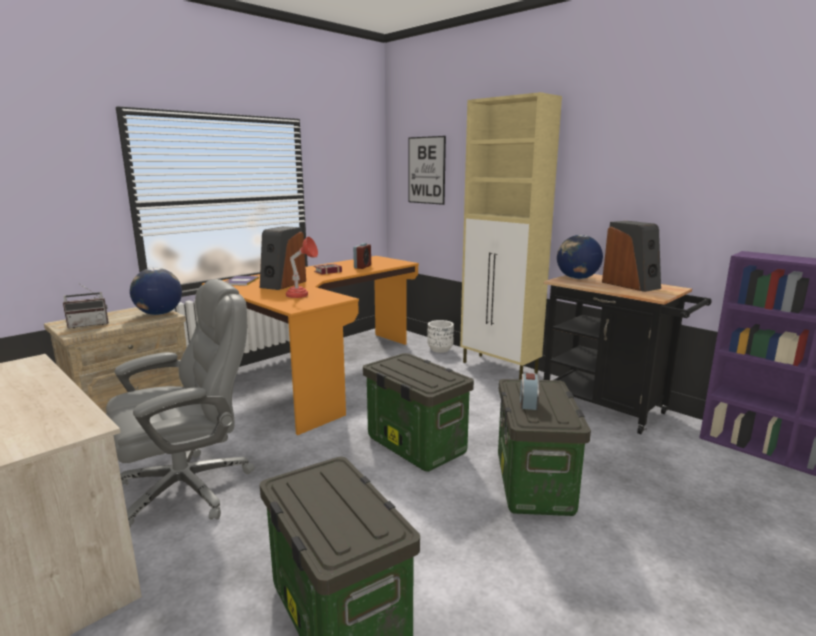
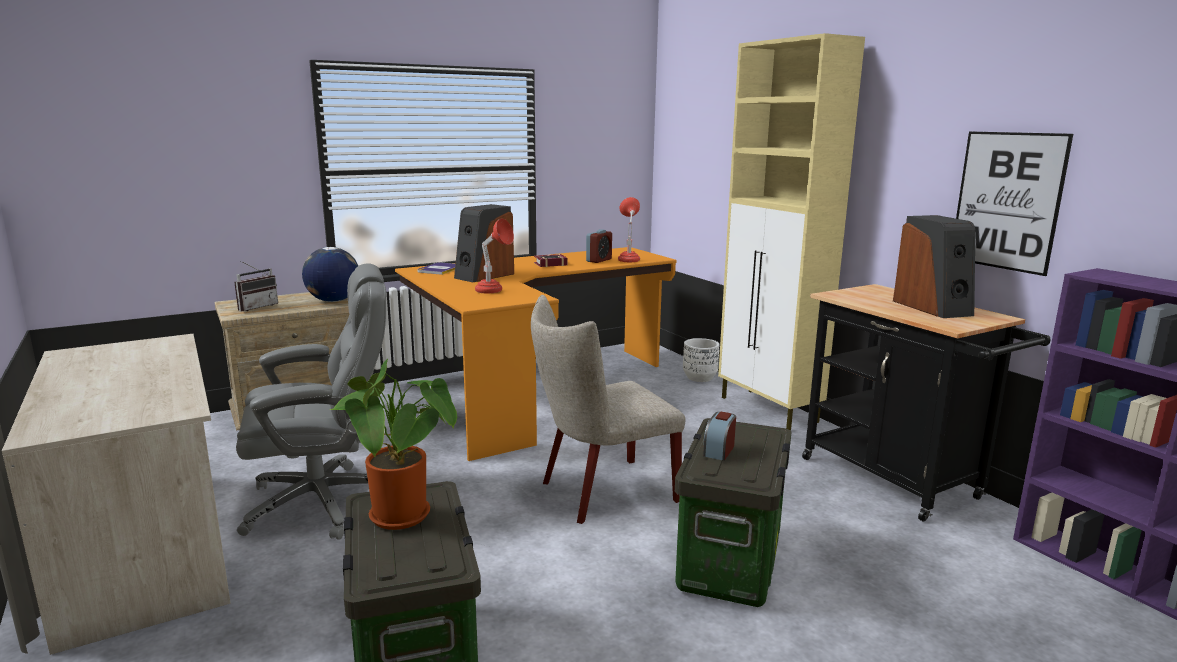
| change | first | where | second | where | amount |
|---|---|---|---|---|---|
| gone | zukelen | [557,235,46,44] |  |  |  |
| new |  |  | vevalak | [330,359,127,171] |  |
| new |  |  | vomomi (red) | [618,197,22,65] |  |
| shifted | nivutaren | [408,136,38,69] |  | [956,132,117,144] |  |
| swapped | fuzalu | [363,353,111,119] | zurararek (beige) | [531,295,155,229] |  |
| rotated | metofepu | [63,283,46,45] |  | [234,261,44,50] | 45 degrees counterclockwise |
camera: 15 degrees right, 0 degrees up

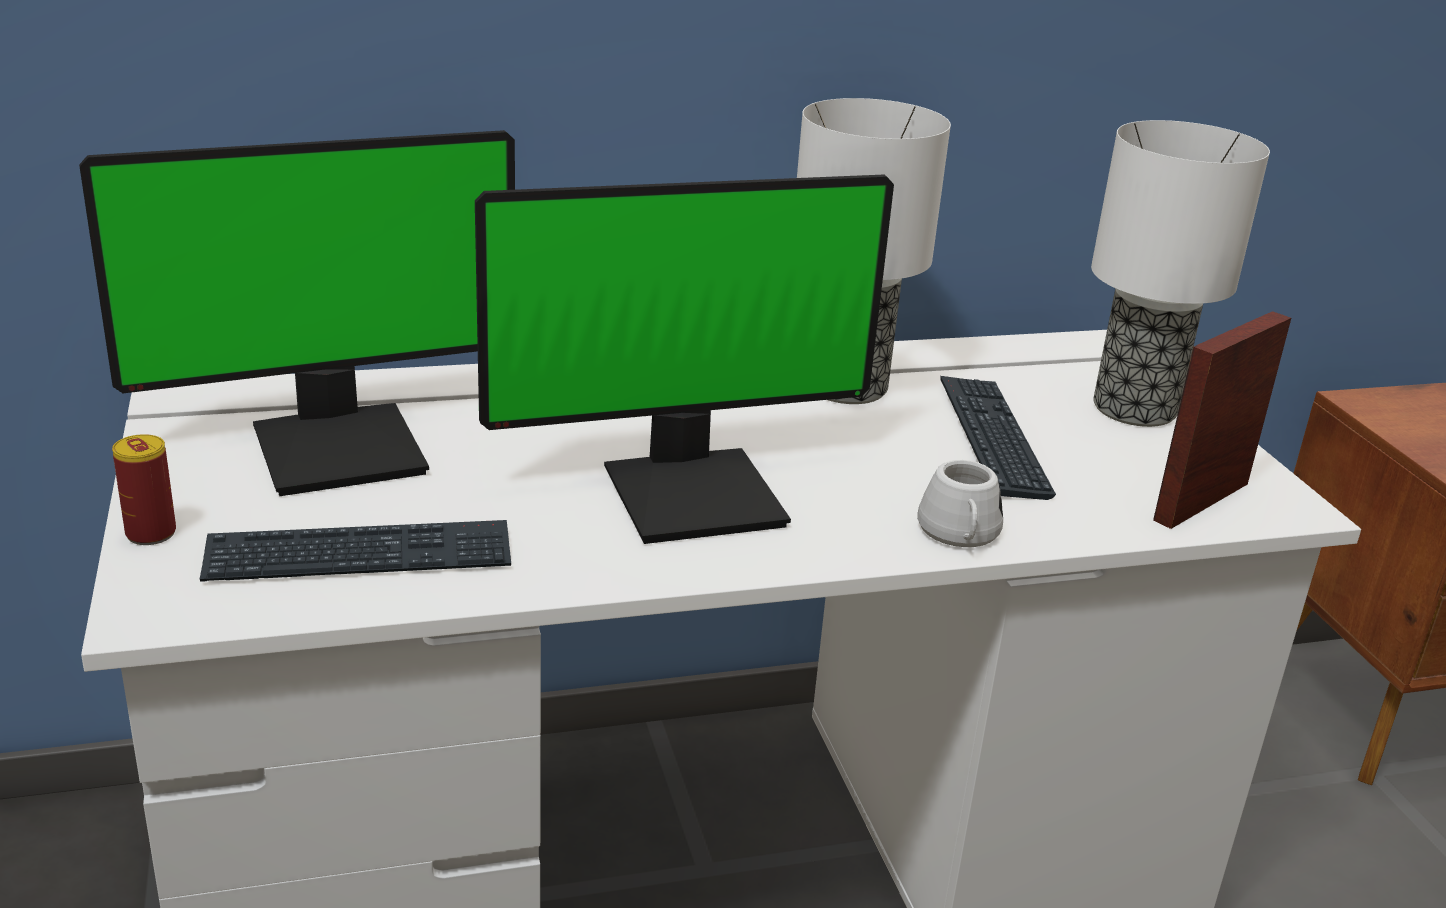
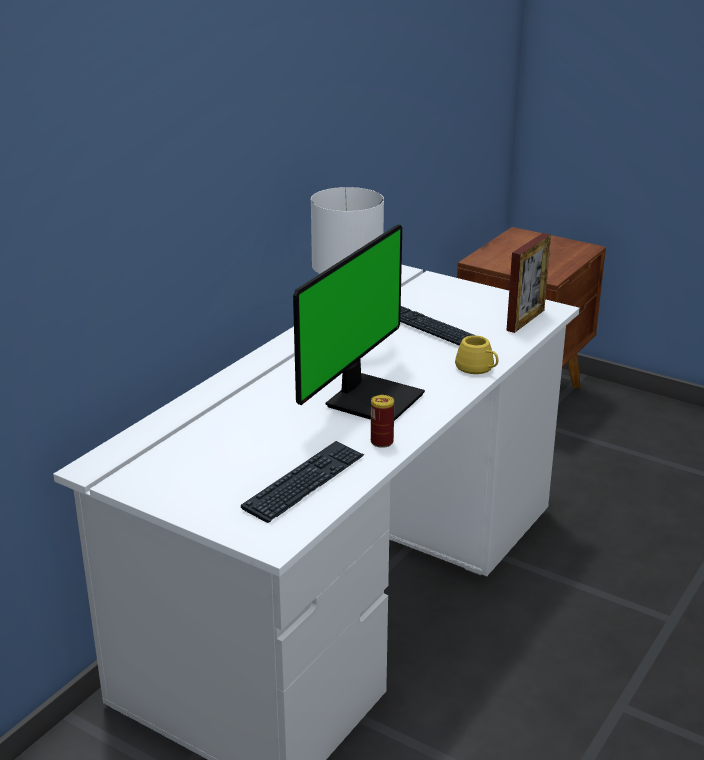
| change | first | where | second | where | amount |
|---|---|---|---|---|---|
| gone | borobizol | [79,130,436,366] |  |  |  |
| gone | vomomi | [1091,120,179,307] |  |  |  |
| shifted | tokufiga | [112,434,64,111] |  | [371,395,23,53] |  |
| repainted | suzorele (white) | [917,460,86,87] | suzorele (yellow) | [455,335,43,39] |  |
| rotated | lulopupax | [1153,311,138,218] |  | [506,233,45,100] | 150 degrees counterclockwise |
camera: 40 degrees left, 0 degrees up

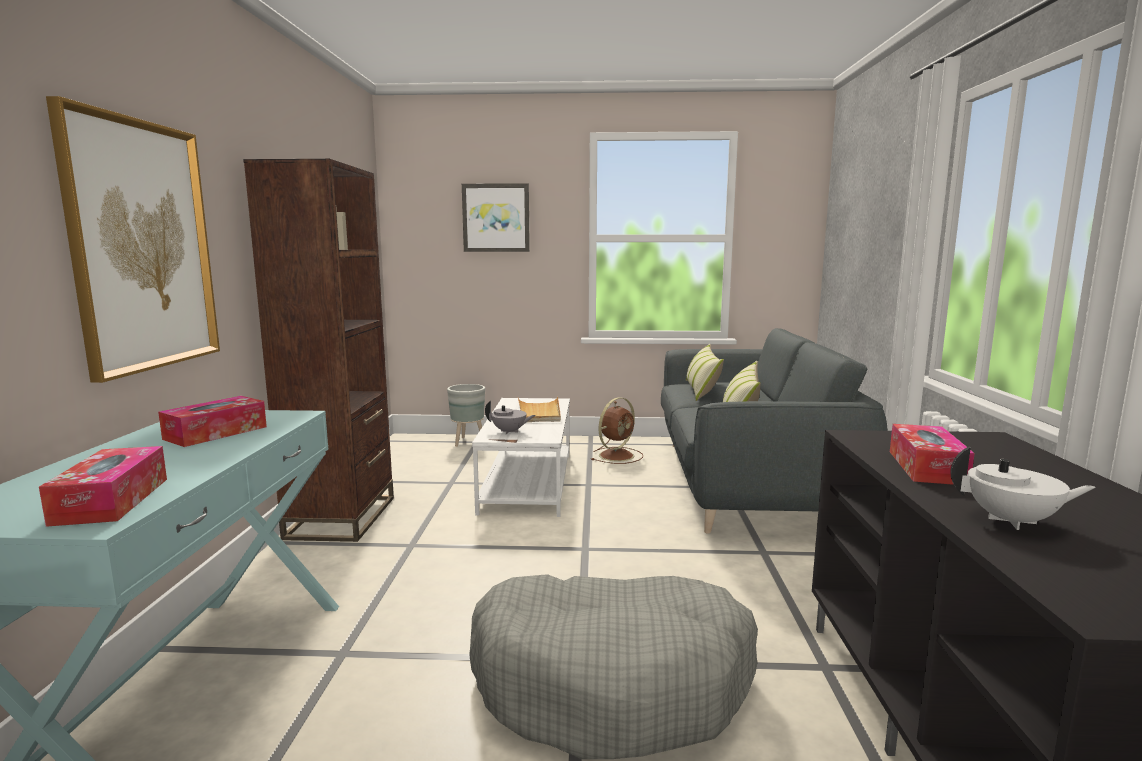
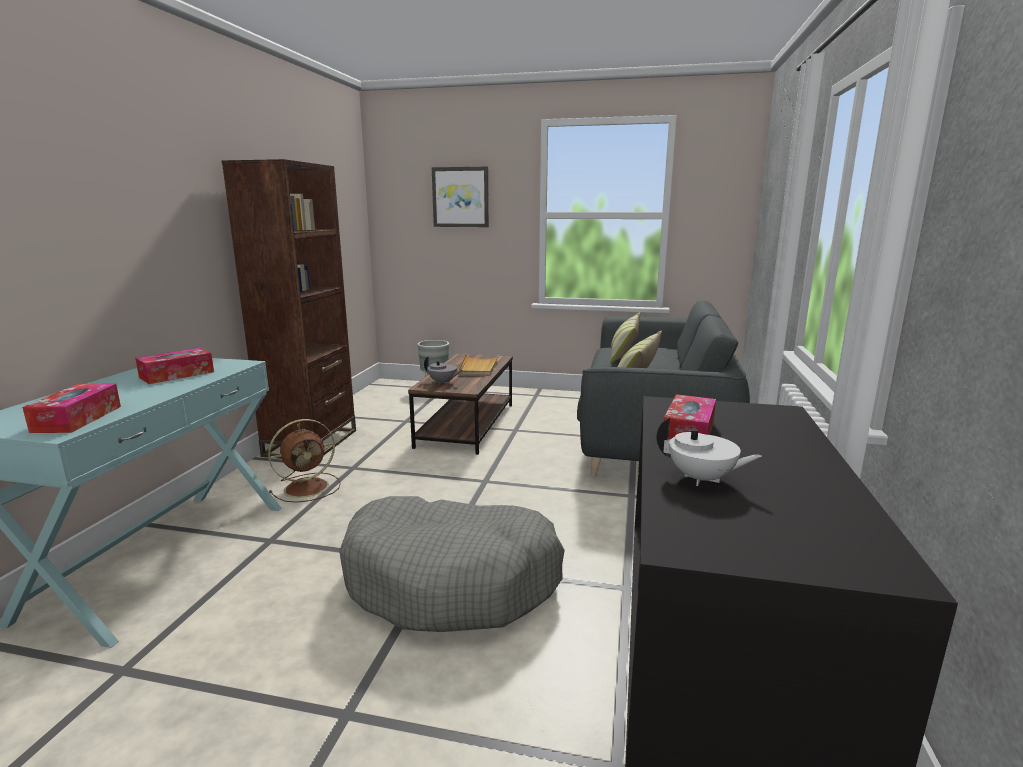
| change | first | where | second | where | amount |
|---|---|---|---|---|---|
| gone | nivutaren | [46,96,174,287] |  |  |  |
| shifted | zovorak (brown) | [591,397,52,67] |  | [268,419,73,84] |  |
| repainted | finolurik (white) | [472,398,98,119] | finolurik (brown) | [408,353,105,102] |  |
camera: 10 degrees right, 5 degrees up

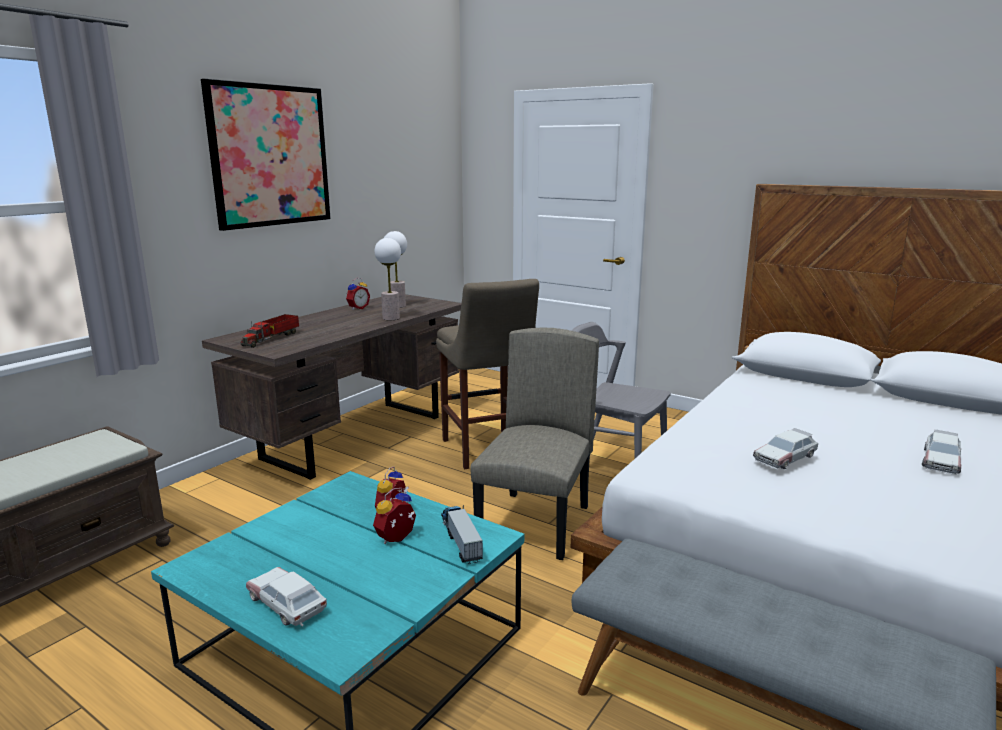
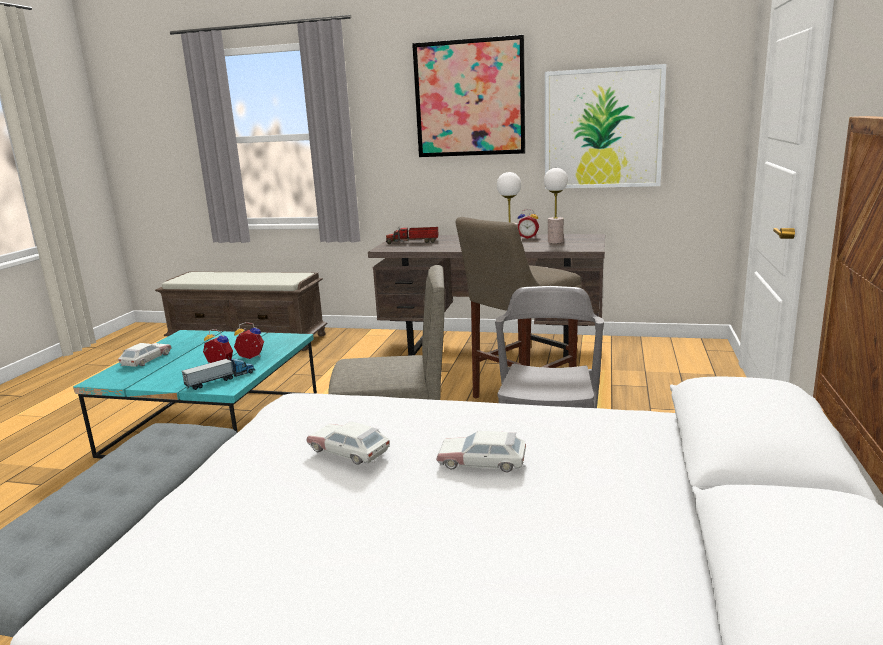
| change | first | where | second | where | amount |
|---|---|---|---|---|---|
| new |  |  | nivutaren | [545,64,121,125] |  |
| shifted | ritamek | [922,430,39,45] |  | [436,431,90,41] |  |
camera: 70 degrees right, 0 degrees up

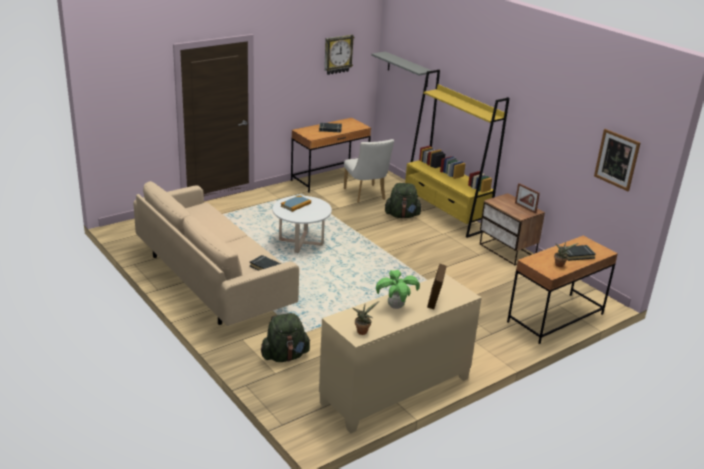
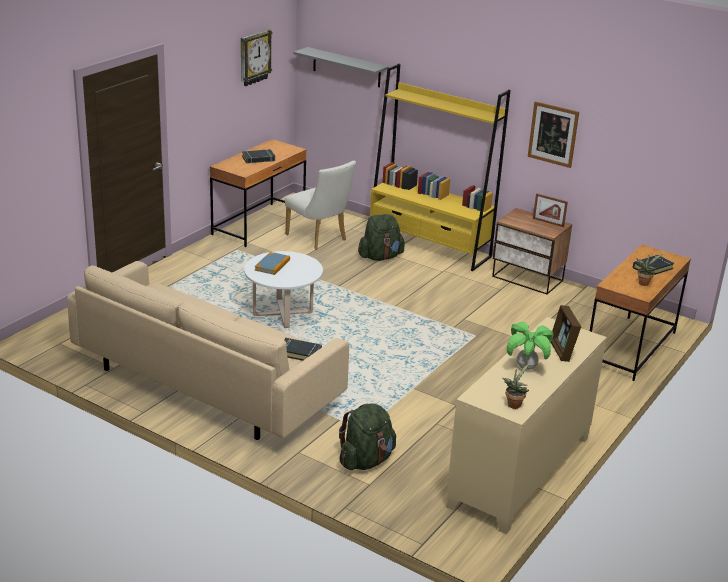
| change | first | where | second | where | amount |
|---|---|---|---|---|---|
| shifted | nivutaren | [594,129,46,62] |  | [528,101,51,67] |  |
camera: 20 degrees left, 0 degrees up

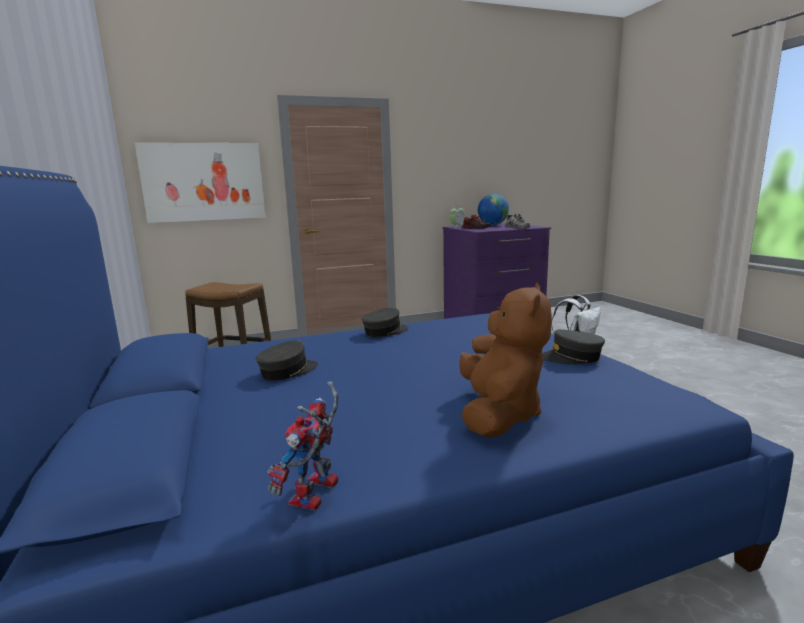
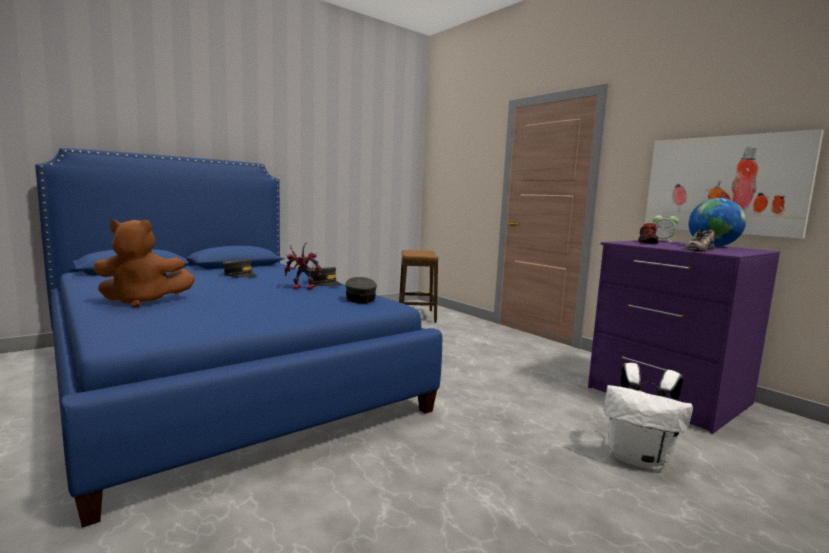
| change | first | where | second | where | amount |
|---|---|---|---|---|---|
| shifted | nivutaren | [135,143,131,80] |  | [645,129,179,109] |  |
| shifted | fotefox | [267,381,72,129] |  | [284,242,37,47] |  |
| shifted | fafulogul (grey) | [542,329,63,36] |  | [345,277,32,26] |  |
camera: 70 degrees right, 5 degrees down

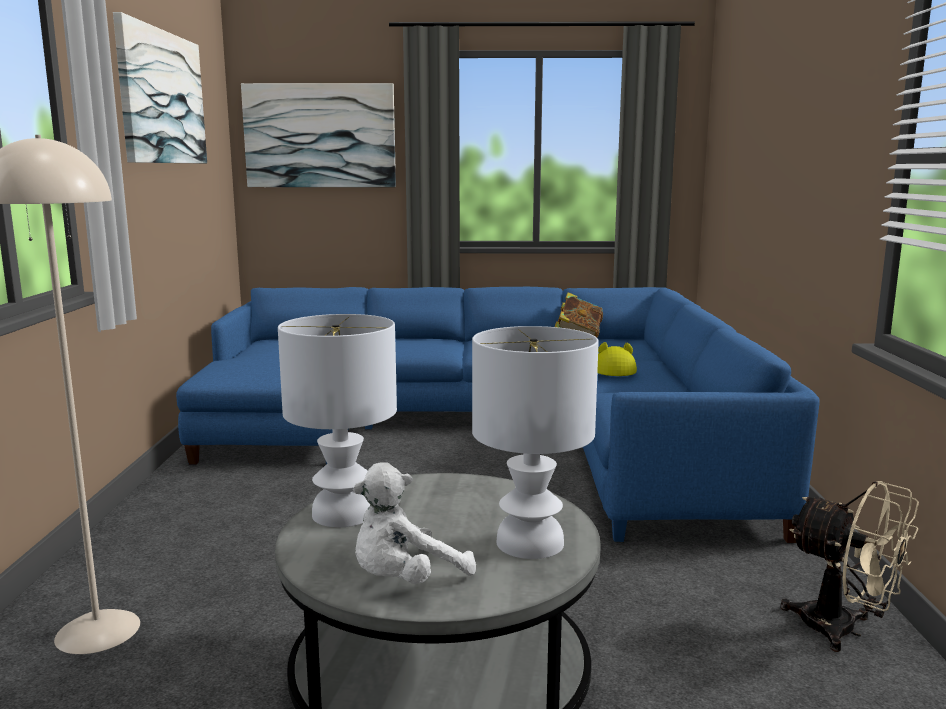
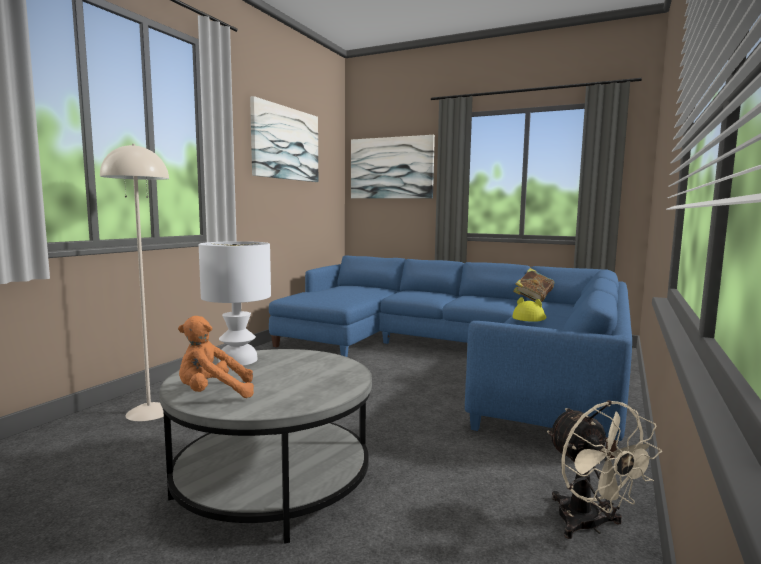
| change | first | where | second | where | amount |
|---|---|---|---|---|---|
| gone | vomomi (white) | [472,326,127,233] |  |  |  |
| repainted | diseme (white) | [353,462,123,122] | diseme (orange) | [178,316,76,82] |  |
camera: 25 degrees right, 5 degrees down

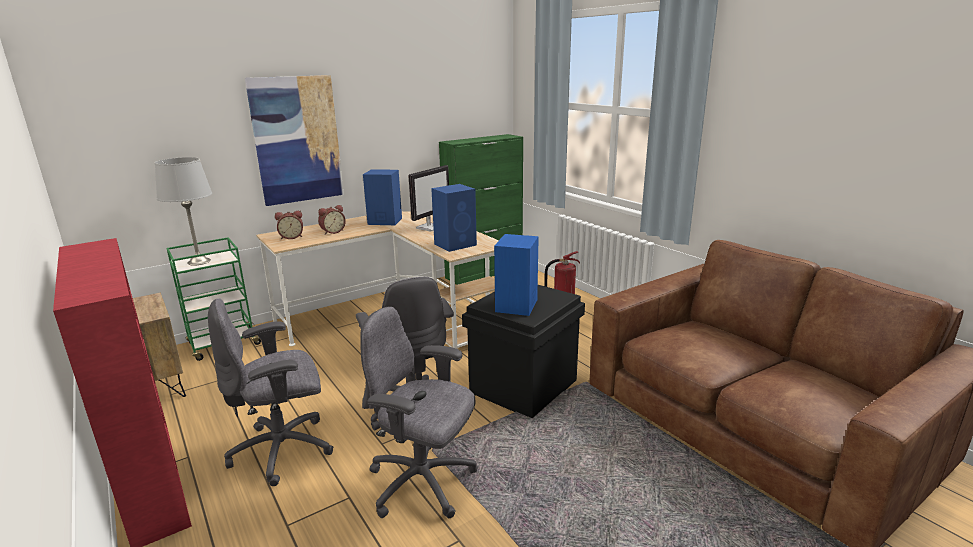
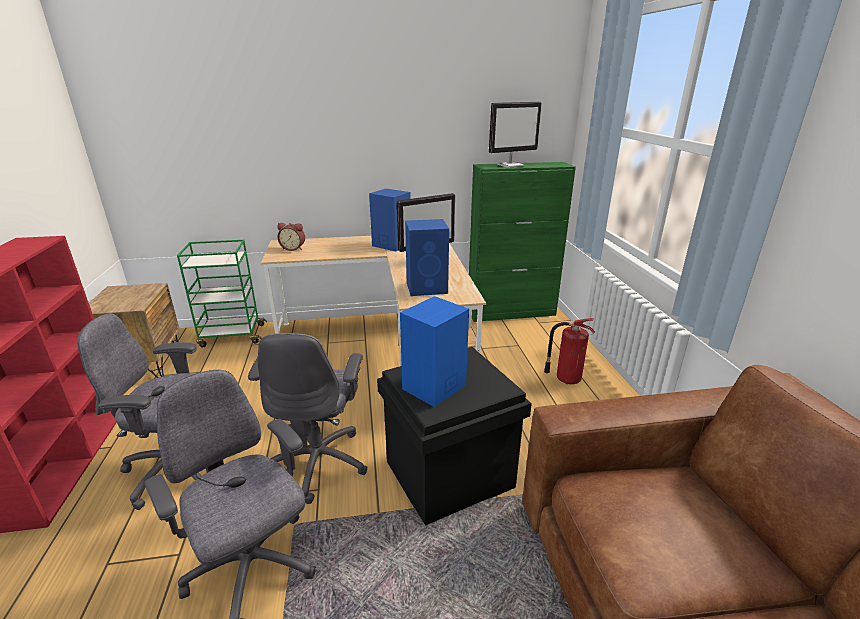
| change | first | where | second | where | amount |
|---|---|---|---|---|---|
| gone | vomomi (grey) | [155,157,57,109] |  |  |  |
| gone | nivutaren | [245,75,99,131] |  |  |  |
| gone | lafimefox | [318,205,28,29] |  |  |  |
| new |  |  | borobizol | [489,102,53,66] |  |
camera: 25 degrees right, 5 degrees up

